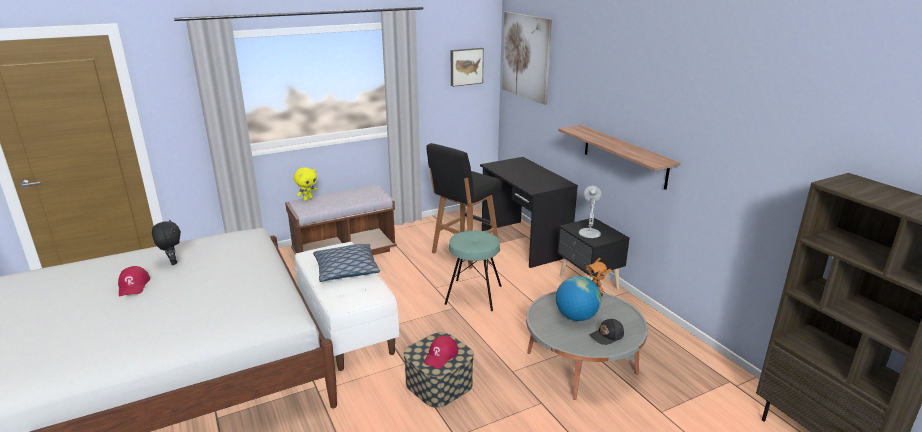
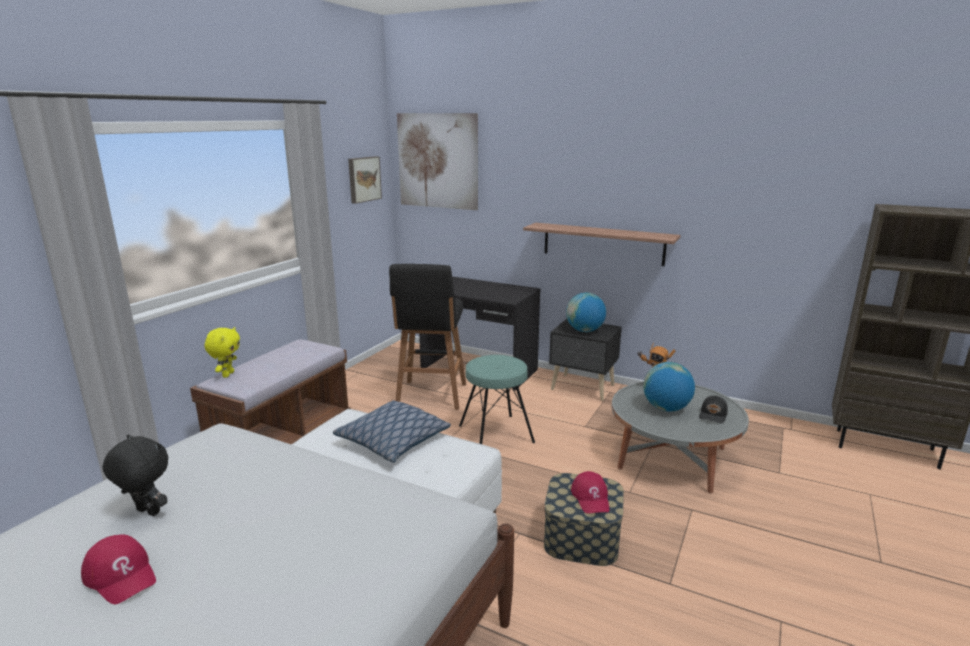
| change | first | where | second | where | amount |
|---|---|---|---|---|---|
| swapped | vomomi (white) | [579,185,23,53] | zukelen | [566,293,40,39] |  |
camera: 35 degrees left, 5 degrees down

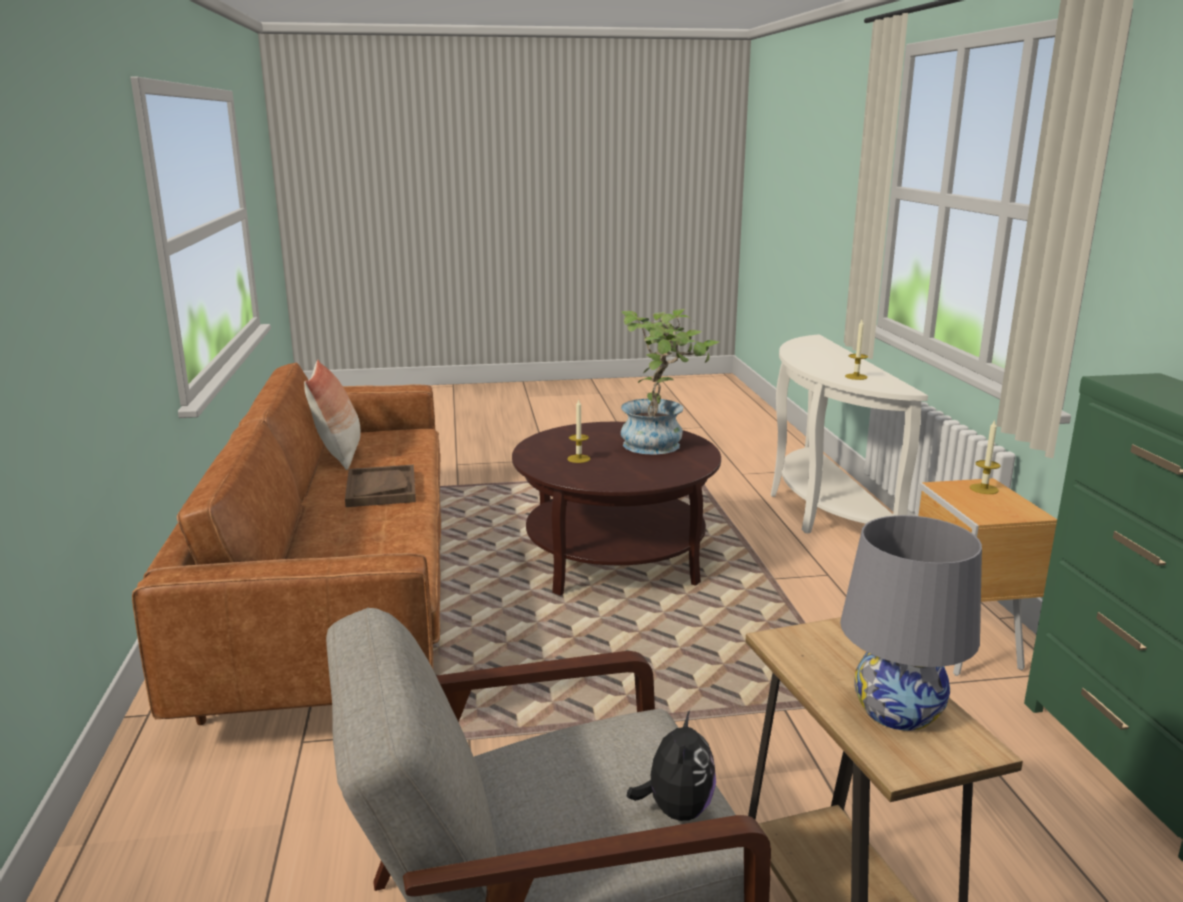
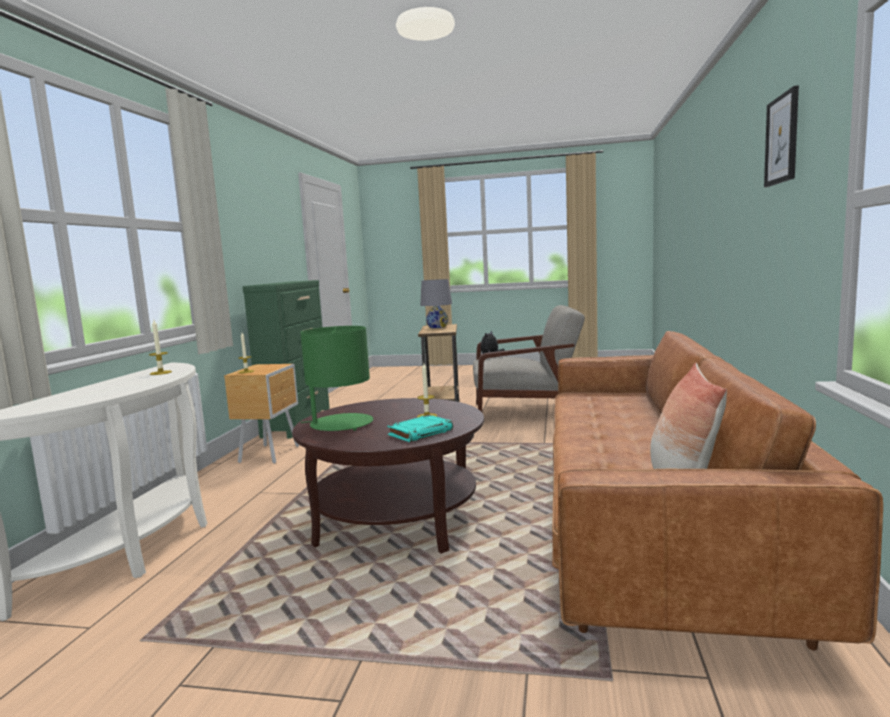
| change | first | where | second | where | amount |
|---|---|---|---|---|---|
| gone | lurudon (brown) | [345,465,71,42] |  |  |  |
| new |  |  | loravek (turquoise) | [387,415,66,27] |  |
| new |  |  | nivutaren | [764,85,35,102] |  |
| swapped | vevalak | [621,309,98,146] | vomomi (green) | [300,326,73,105] |  |
camera: 160 degrees left, 10 degrees down

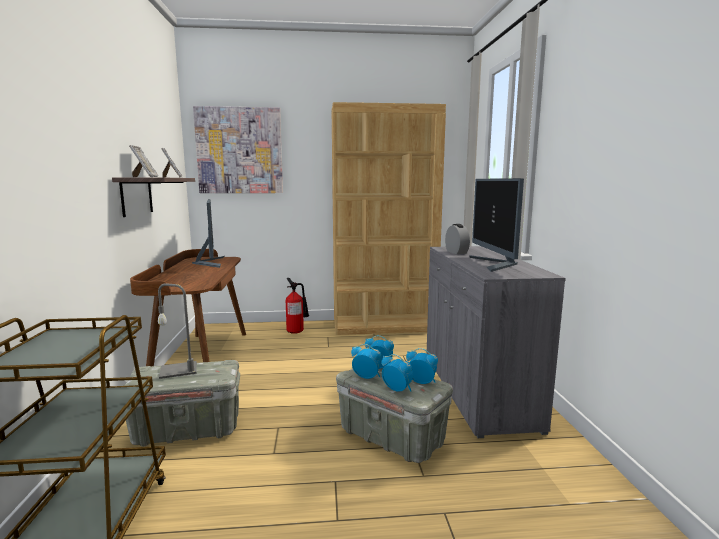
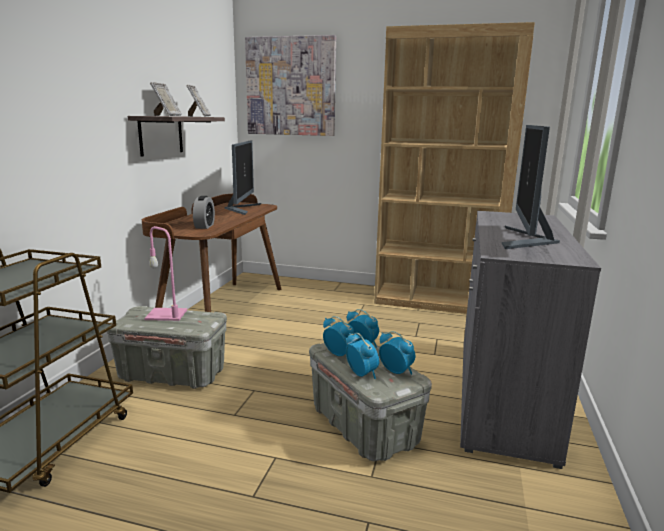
| change | first | where | second | where | amount |
|---|---|---|---|---|---|
| gone | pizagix | [286,278,23,56] |  |  |  |
| shifted | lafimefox | [445,224,25,30] |  | [193,196,22,33] |  |
| repainted | vomomi (grey) | [158,283,39,96] | vomomi (pink) | [144,226,43,95] |  |
camera: 20 degrees right, 5 degrees up

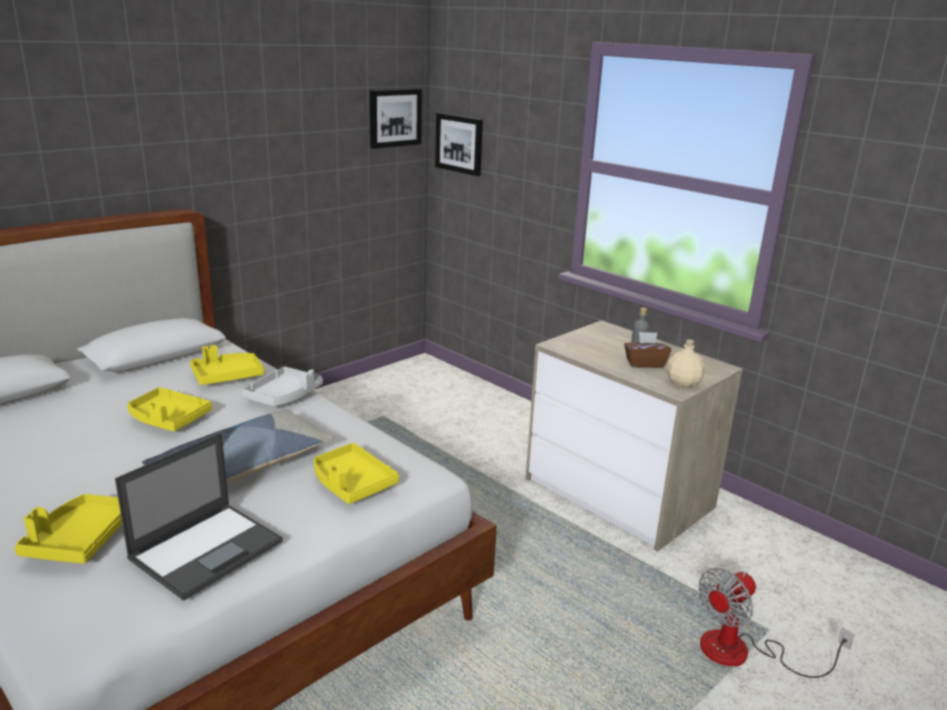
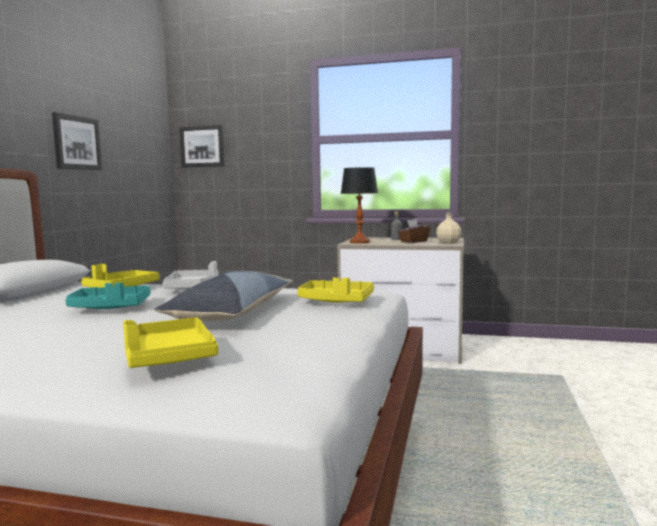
| change | first | where | second | where | amount |
|---|---|---|---|---|---|
| gone | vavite | [115,433,168,168] |  |  |  |
| gone | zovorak | [698,568,156,110] |  |  |  |
| new |  |  | vomomi | [341,167,37,76] |  |
| shifted | nivutaren | [370,89,52,60] |  | [52,112,50,58] |  |
| repainted | lurudon (yellow) | [127,387,85,44] | lurudon (turquoise) | [65,282,86,27] |  |
camera: 30 degrees left, 15 degrees down

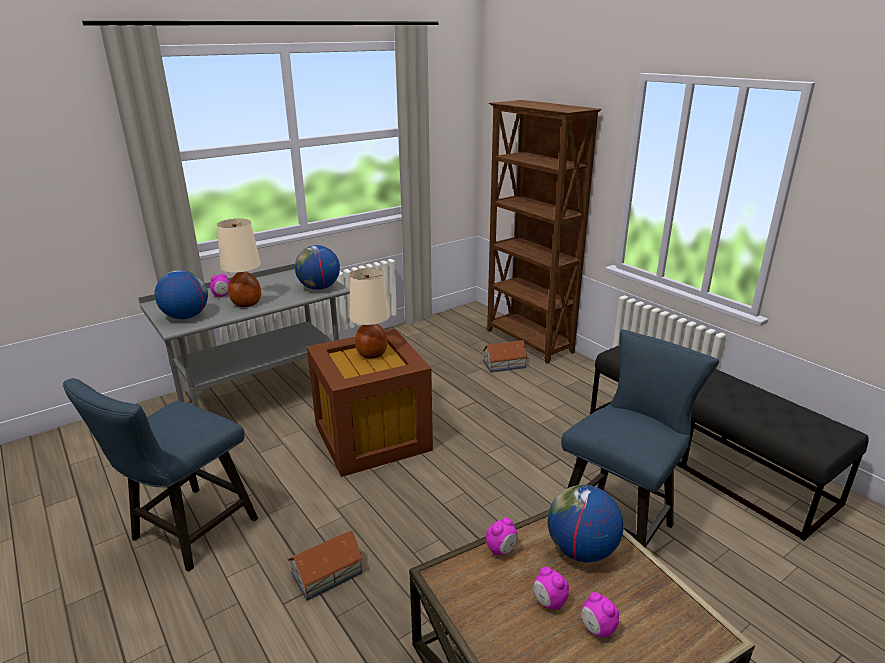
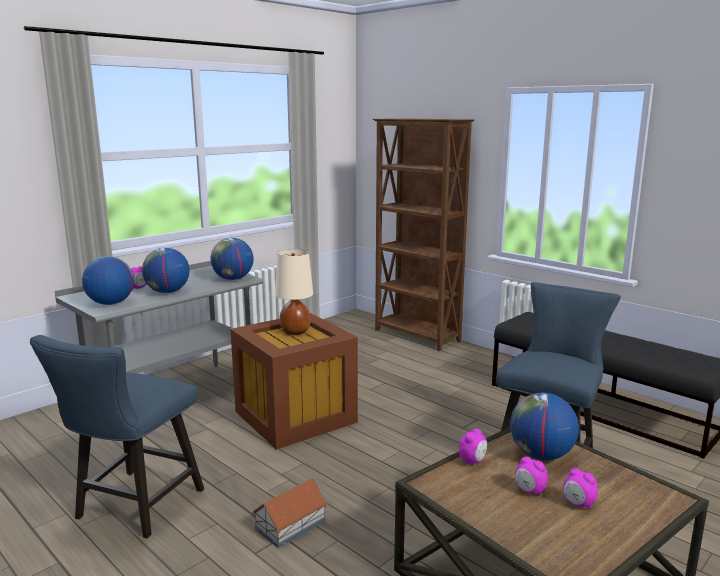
| change | first | where | second | where | amount |
|---|---|---|---|---|---|
| gone | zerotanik | [482,340,46,33] |  |  |  |
| swapped | vomomi (beige) | [217,219,44,88] | zukelen | [142,248,47,45] |  |
camera: 10 degrees left, 10 degrees down

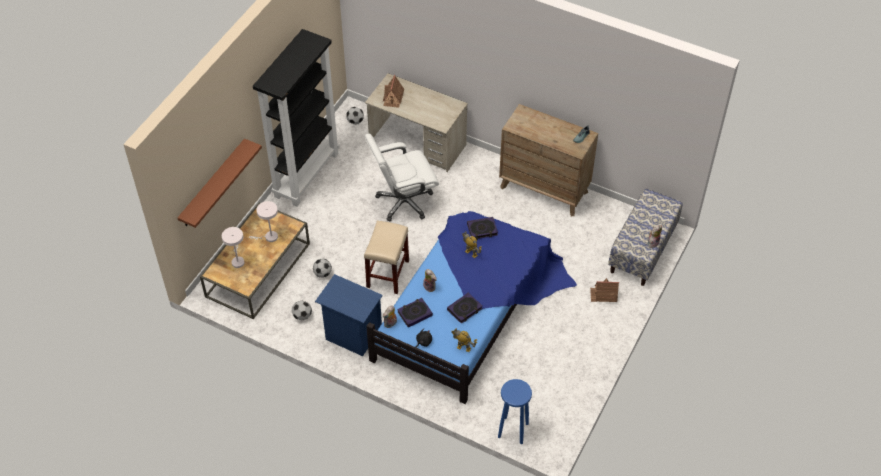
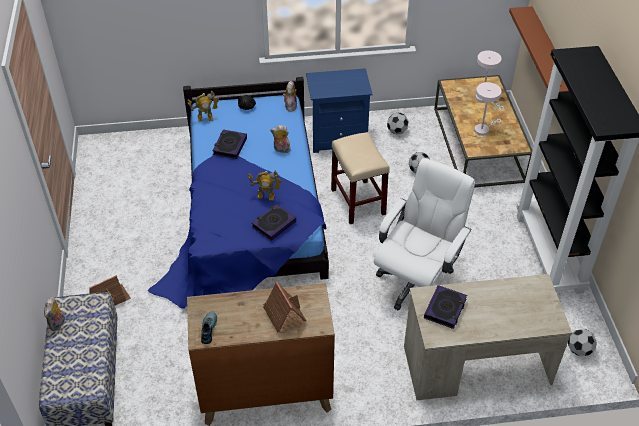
| change | first | where | second | where | amount |
|---|---|---|---|---|---|
| gone | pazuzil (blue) | [498,379,34,65] |  |  |  |
| shifted | zerotanik | [383,75,21,33] |  | [263,282,43,51] |  |
| shifted | loravek | [397,298,36,29] |  | [424,285,43,44] |  |
camera: 145 degrees right, 5 degrees down

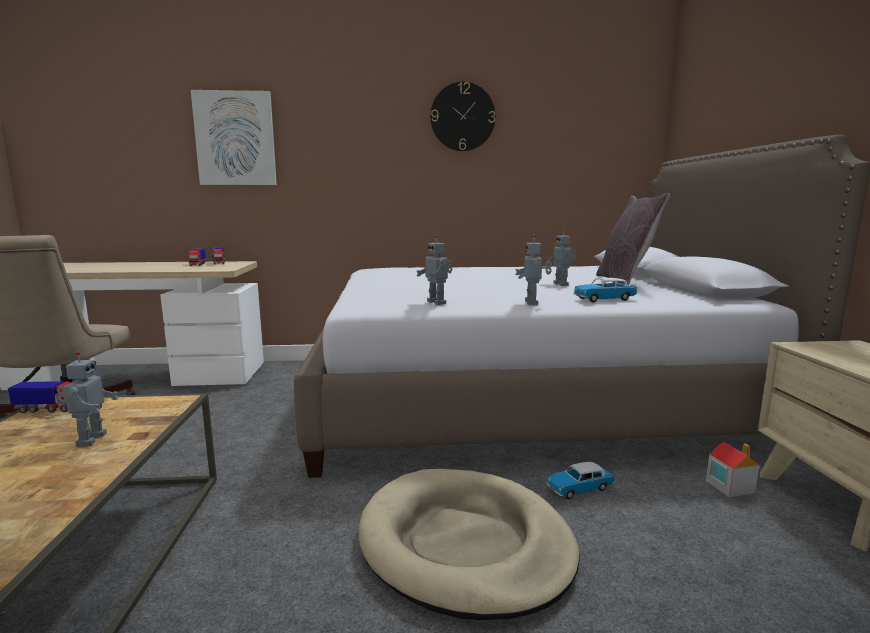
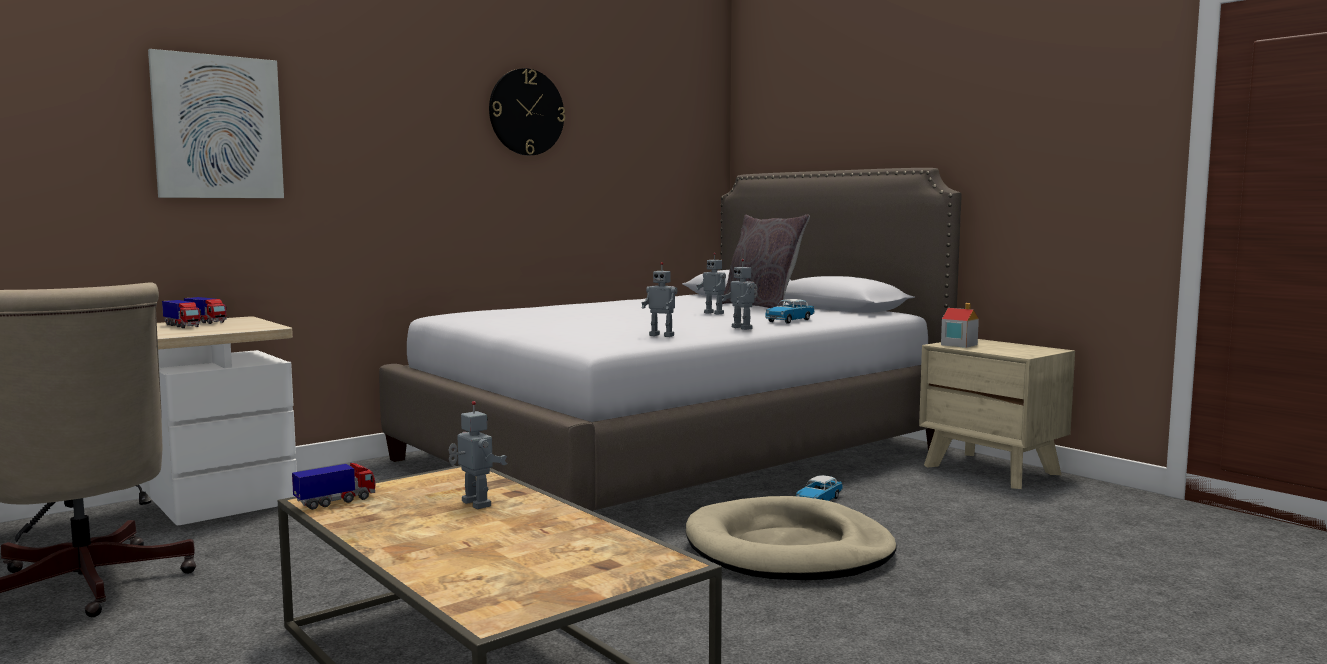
| change | first | where | second | where | amount |
|---|---|---|---|---|---|
| shifted | zerotanik | [706,442,53,55] |  | [941,303,38,45] |  |
camera: 35 degrees left, 5 degrees down

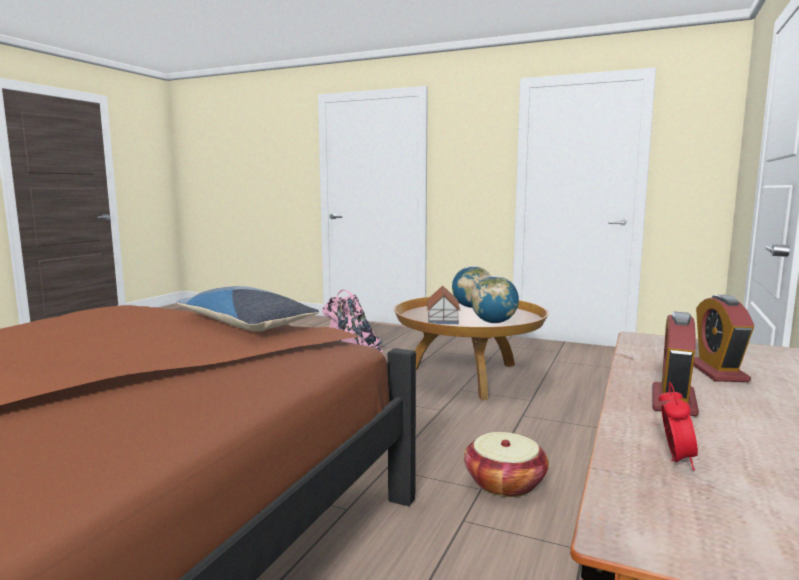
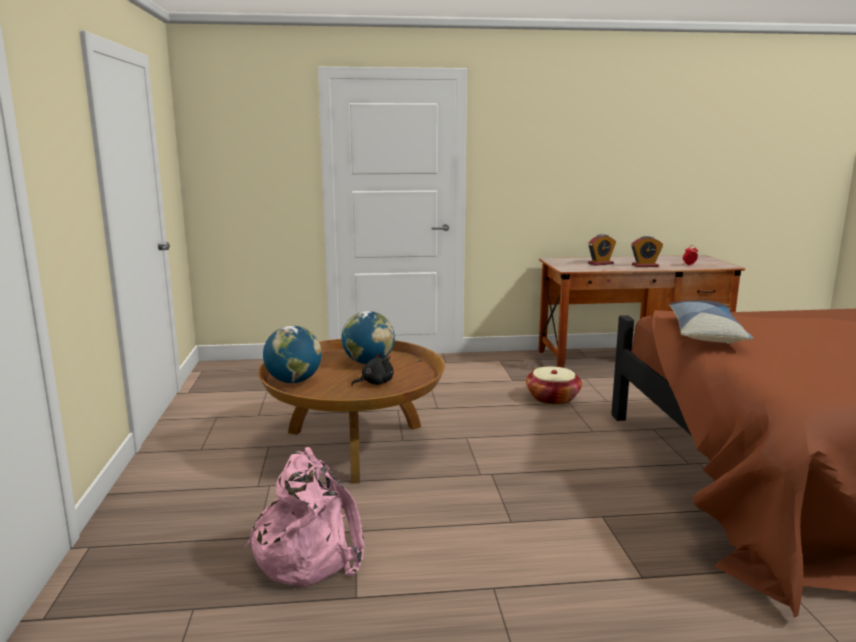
| change | first | where | second | where | amount |
|---|---|---|---|---|---|
| swapped | zerotanik | [427,286,34,38] | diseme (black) | [351,353,43,32] |  |
camera: 120 degrees left, 5 degrees up

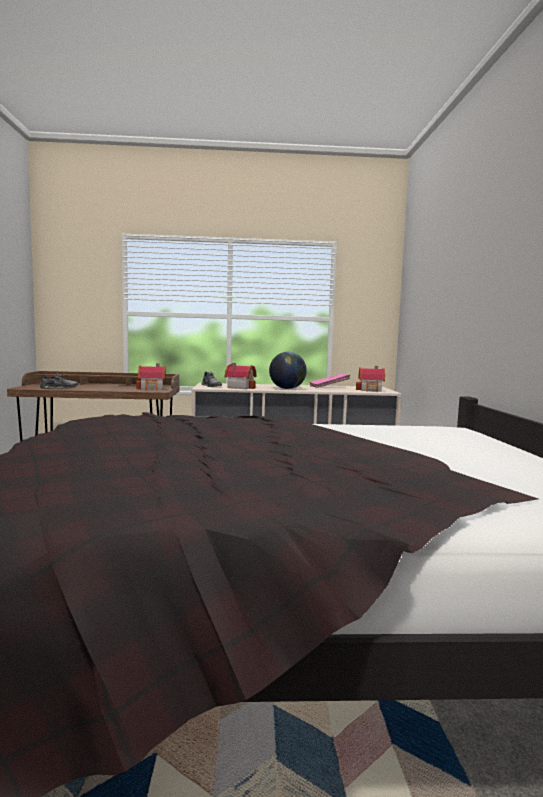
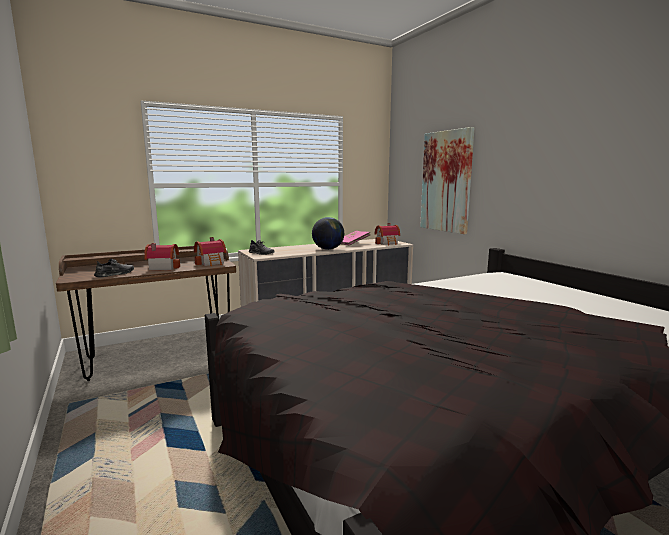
| change | first | where | second | where | amount |
|---|---|---|---|---|---|
| new |  |  | nivutaren | [420,127,55,107] |  |
| shifted | zerotanik | [225,363,32,26] |  | [144,243,36,28] |  |
camera: 25 degrees left, 5 degrees up

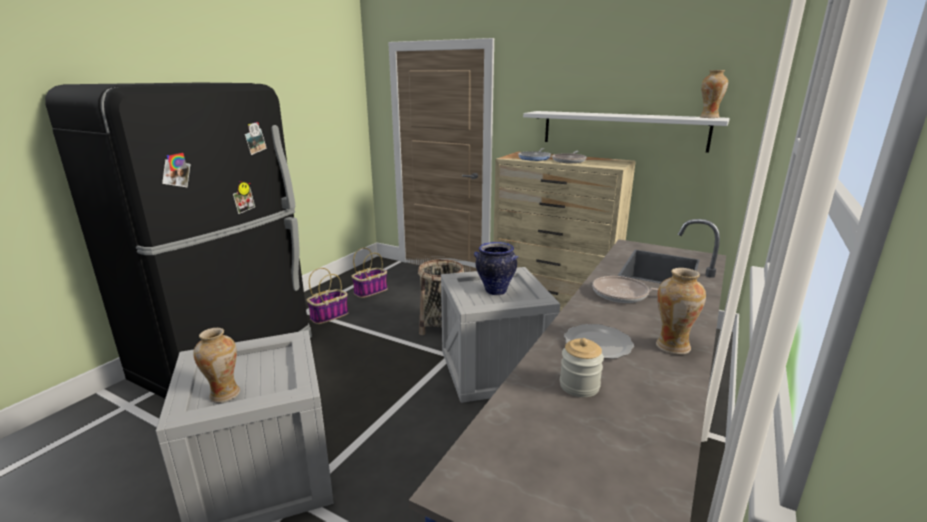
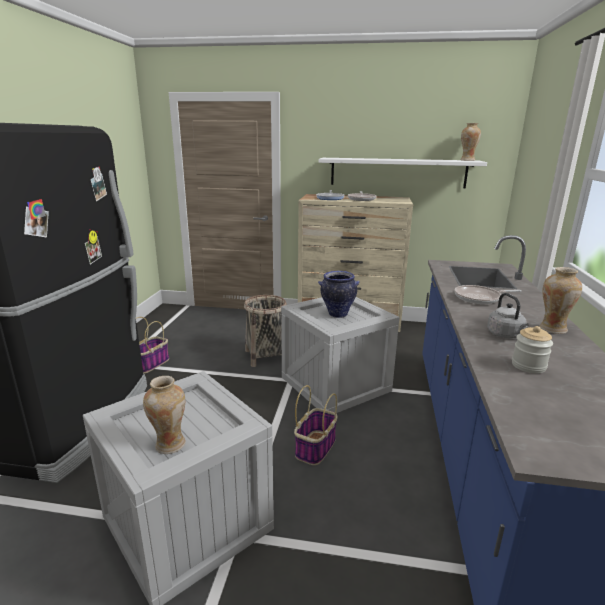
| change | first | where | second | where | amount |
|---|---|---|---|---|---|
| shifted | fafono | [351,248,36,50] |  | [294,385,44,80] |  |
| swapped | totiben | [564,324,70,35] | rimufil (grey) | [487,293,42,46] |  |
camera: 20 degrees left, 0 degrees up

